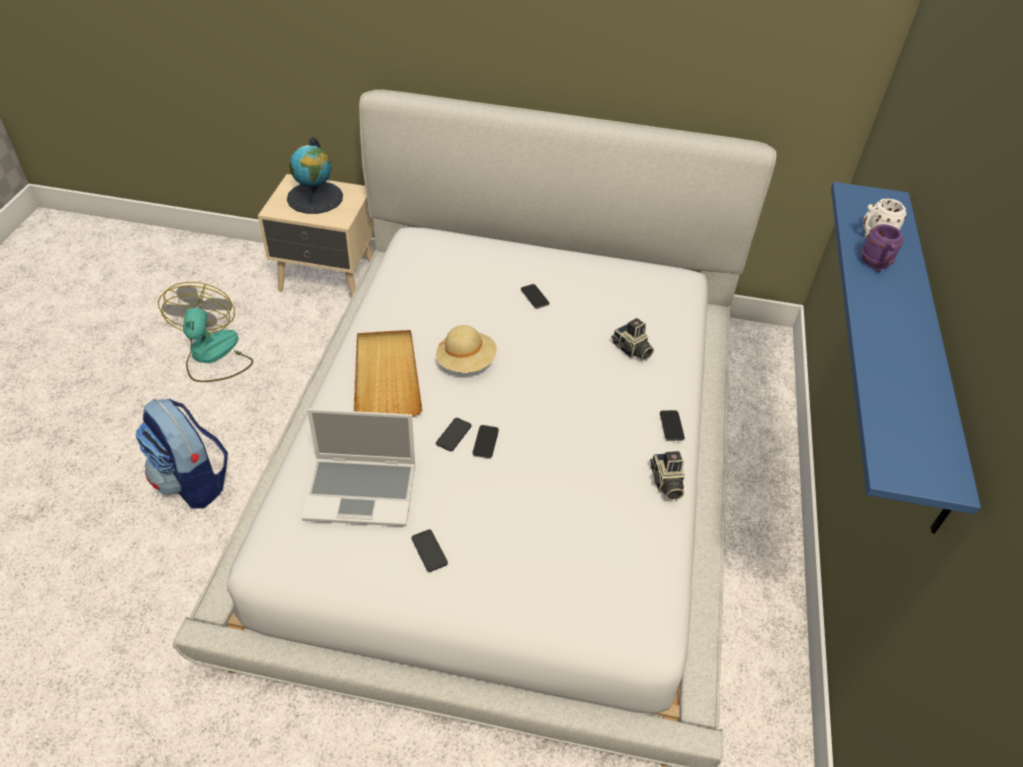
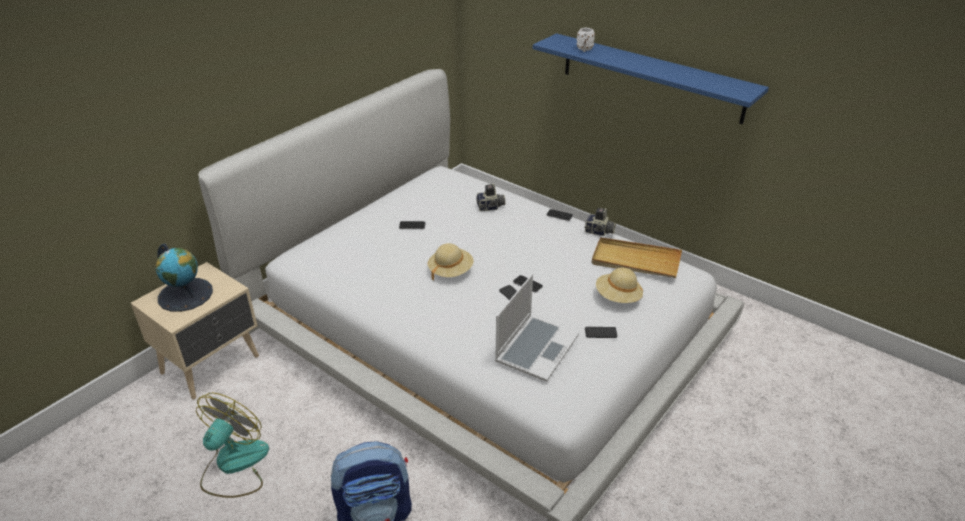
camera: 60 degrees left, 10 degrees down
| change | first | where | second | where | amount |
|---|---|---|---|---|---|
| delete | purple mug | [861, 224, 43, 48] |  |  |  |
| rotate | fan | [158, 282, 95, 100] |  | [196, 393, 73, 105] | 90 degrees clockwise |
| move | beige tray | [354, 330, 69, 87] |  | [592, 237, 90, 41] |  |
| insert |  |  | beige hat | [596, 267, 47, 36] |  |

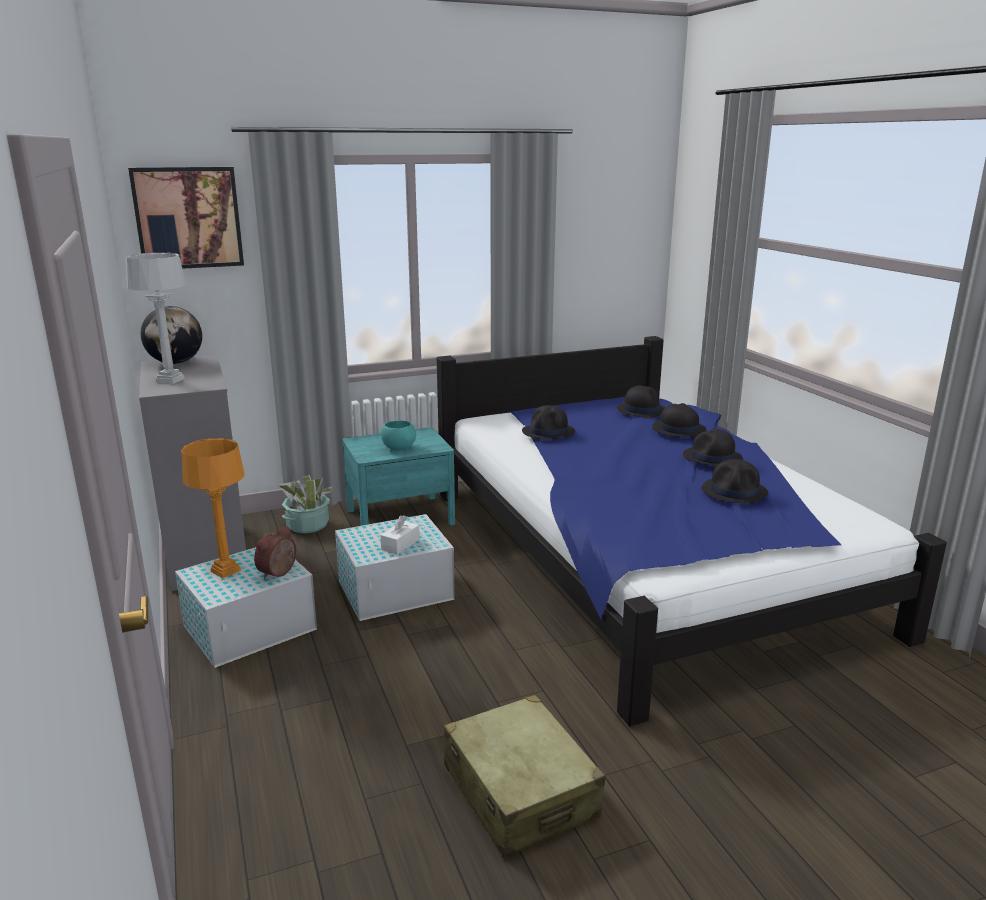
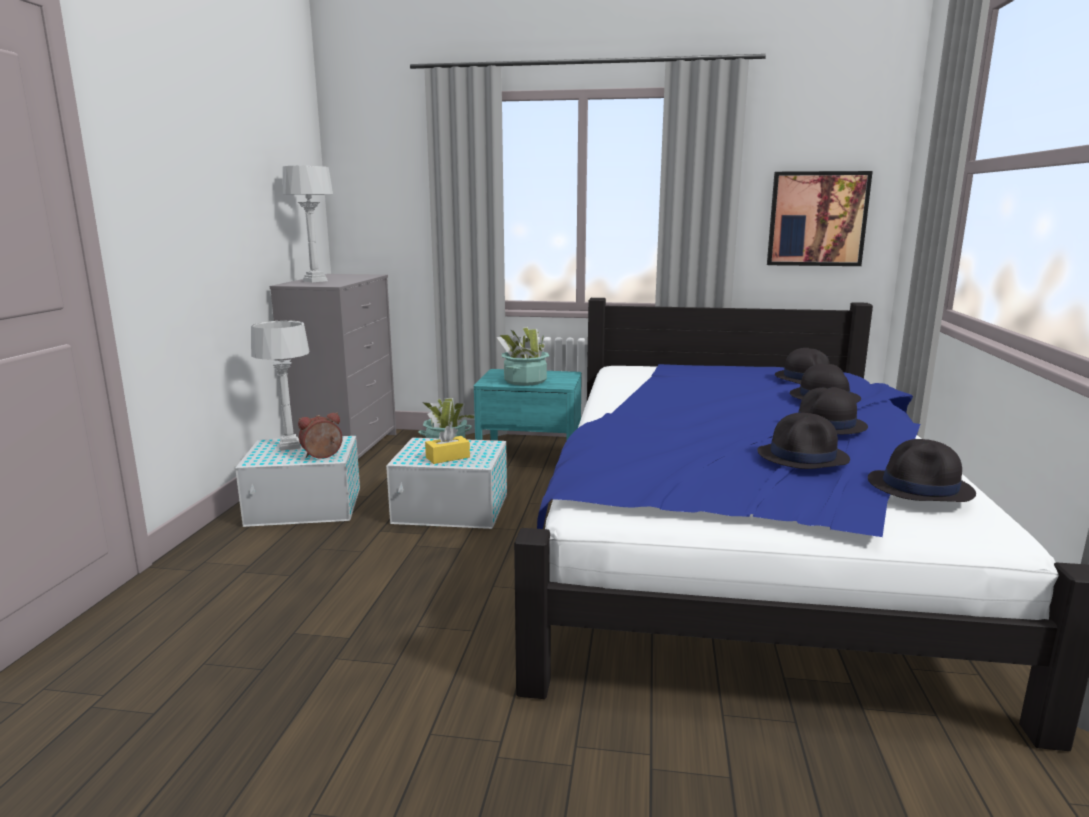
camera: 30 degrees right, 5 degrees down
| change | first | where | second | where | amount |
|---|---|---|---|---|---|
| move | picture | [128, 167, 116, 102] |  | [767, 171, 106, 95] |  |
| delete | globe | [141, 306, 61, 58] |  |  |  |
| move | black hat | [522, 405, 53, 35] |  | [868, 439, 108, 63] |  |
| replace | turquoise bowl | [381, 420, 35, 31] | potted plant | [496, 327, 53, 59] |  |
| recolor | orange table lamp | [181, 438, 64, 140] | grey table lamp | [251, 321, 58, 130] |  |
| recolor | white tissue box | [380, 515, 40, 39] | yellow tissue box | [425, 426, 45, 38] |  |
| delete | beige suitcase | [444, 695, 161, 163] |  |  |  |

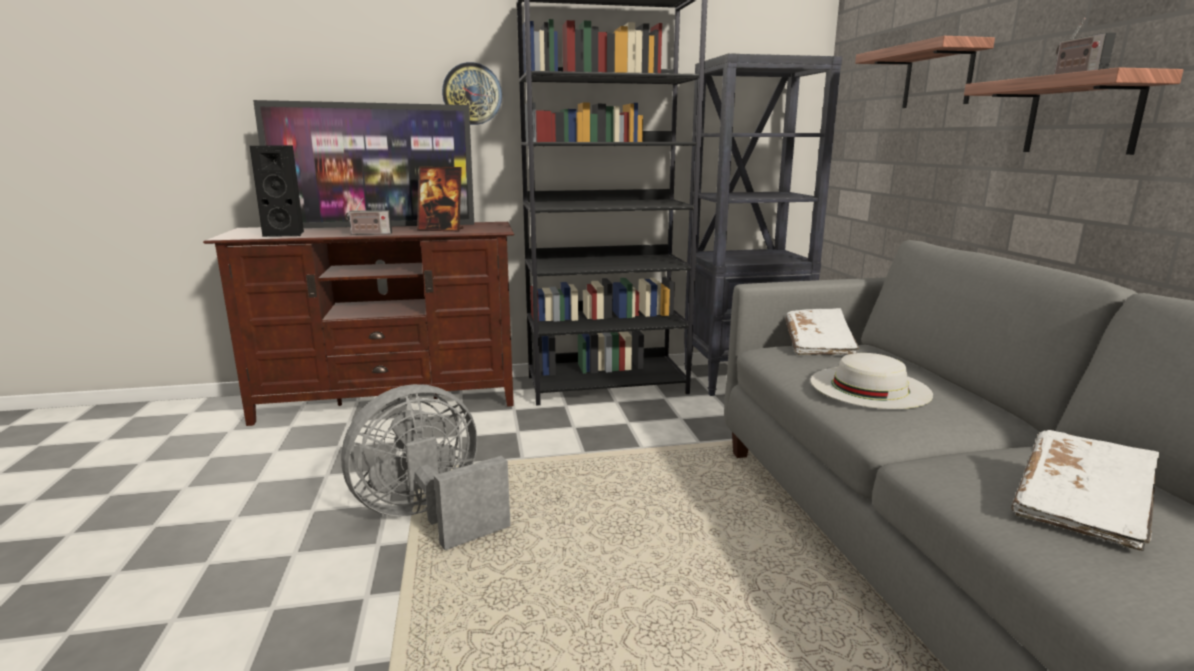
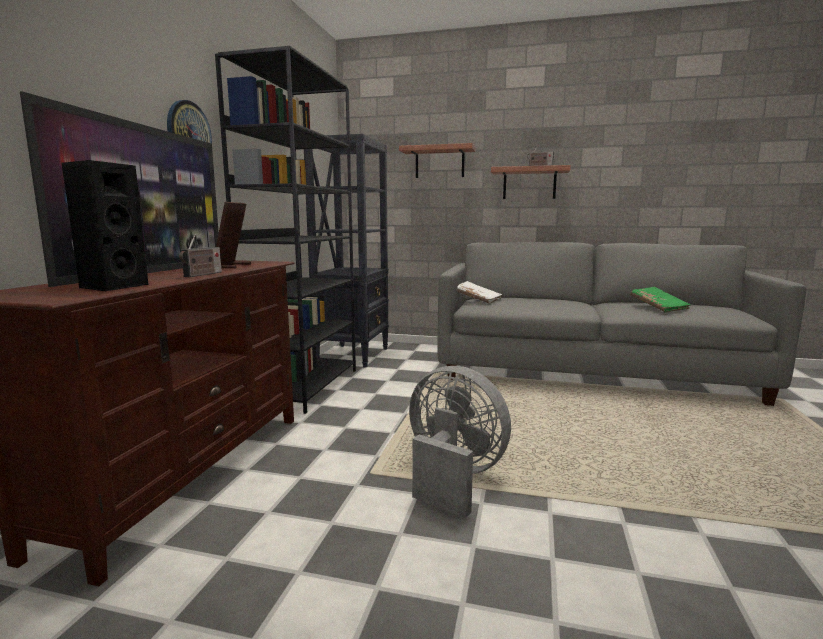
camera: 65 degrees left, 5 degrees down
| change | first | where | second | where | amount |
|---|---|---|---|---|---|
| rotate | picture frame | [417, 167, 47, 64] |  | [216, 202, 35, 66] | 150 degrees clockwise |
| delete | white hat | [811, 353, 122, 56] |  |  |  |
| rotate | grey fan | [341, 384, 169, 166] |  | [409, 366, 102, 152] | 135 degrees clockwise |
| recolor | white book | [1012, 430, 147, 121] | green book | [630, 287, 61, 26] |  |

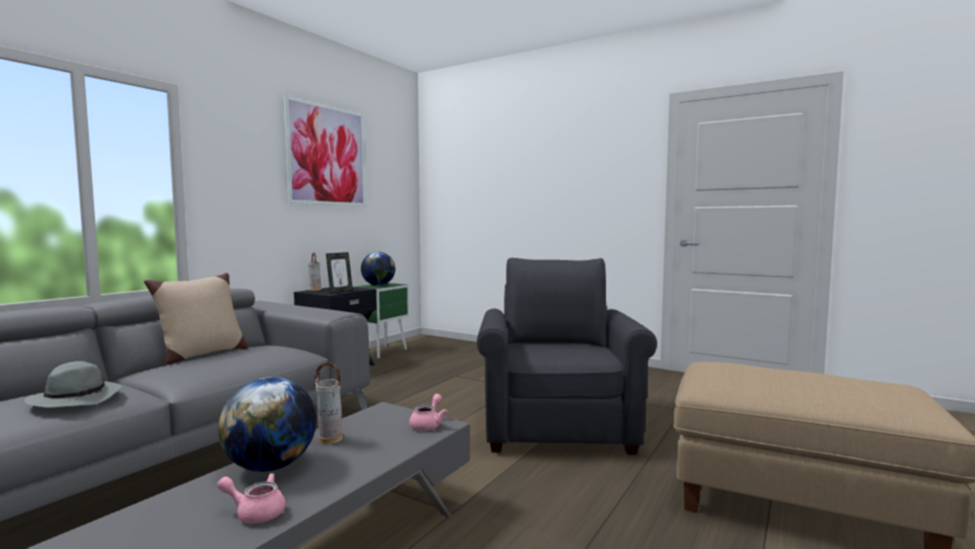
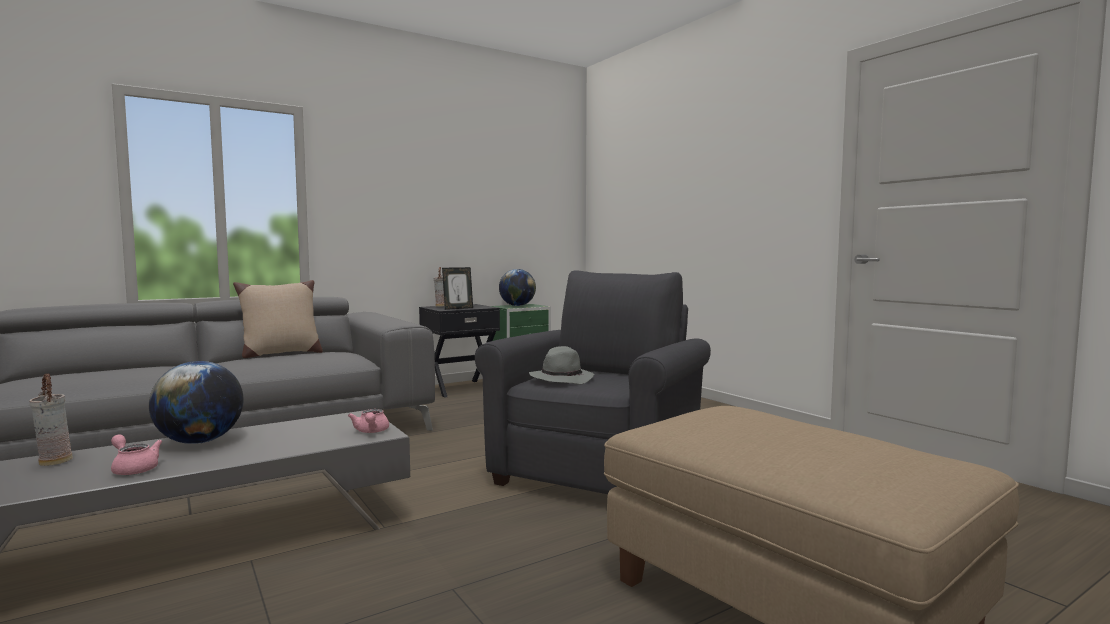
camera: 25 degrees right, 0 degrees up
| change | first | where | second | where | amount |
|---|---|---|---|---|---|
| delete | picture | [283, 95, 83, 112] |  |  |  |
| move | grey hat | [24, 361, 98, 47] |  | [529, 346, 65, 39] |  |
| move | vase | [314, 362, 29, 82] |  | [29, 373, 44, 93] |  |
| rotate | pink teapot | [409, 394, 38, 36] |  | [348, 409, 41, 24] | 120 degrees clockwise |

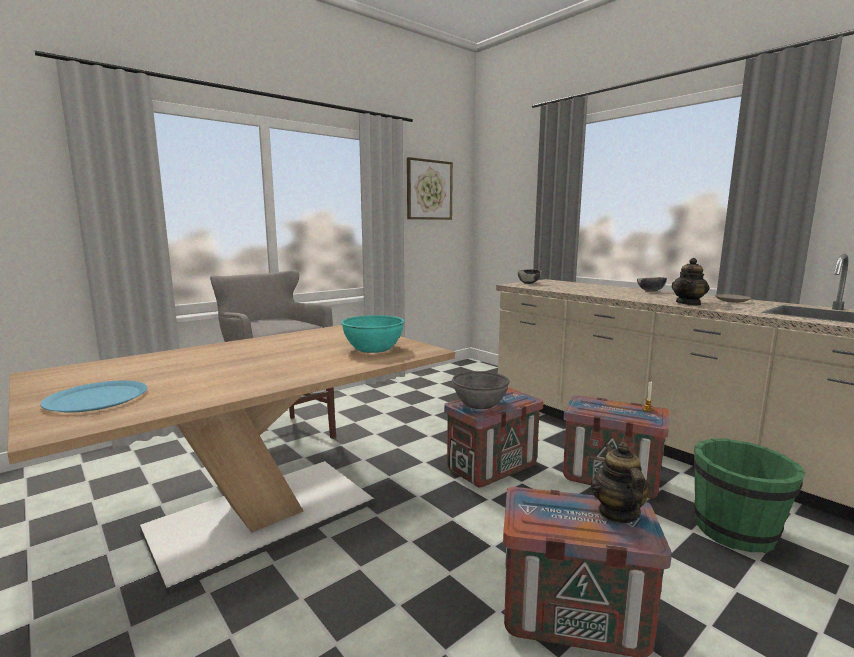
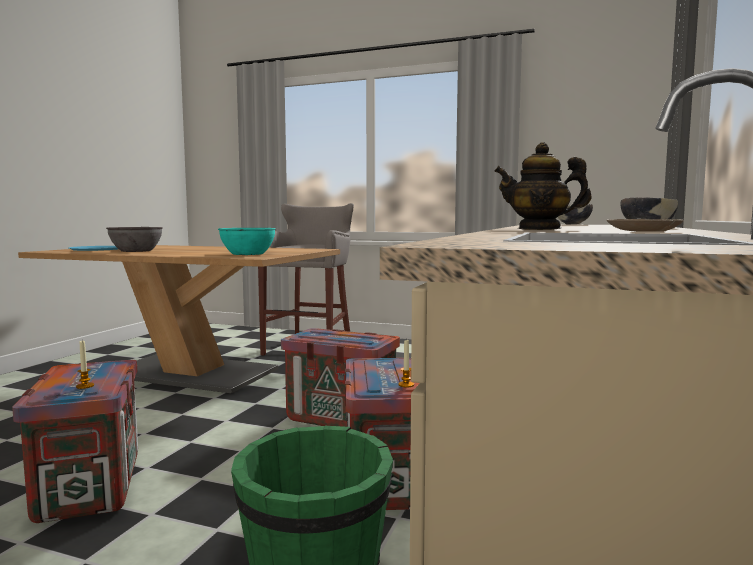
camera: 60 degrees right, 5 degrees down
| change | first | where | second | where | amount |
|---|---|---|---|---|---|
| delete | picture | [407, 157, 46, 63] |  |  |  |
| move | grey bowl | [452, 371, 58, 38] |  | [106, 227, 57, 25] |  |
| replace | teapot | [591, 442, 59, 81] | candle | [76, 341, 18, 48] |  |

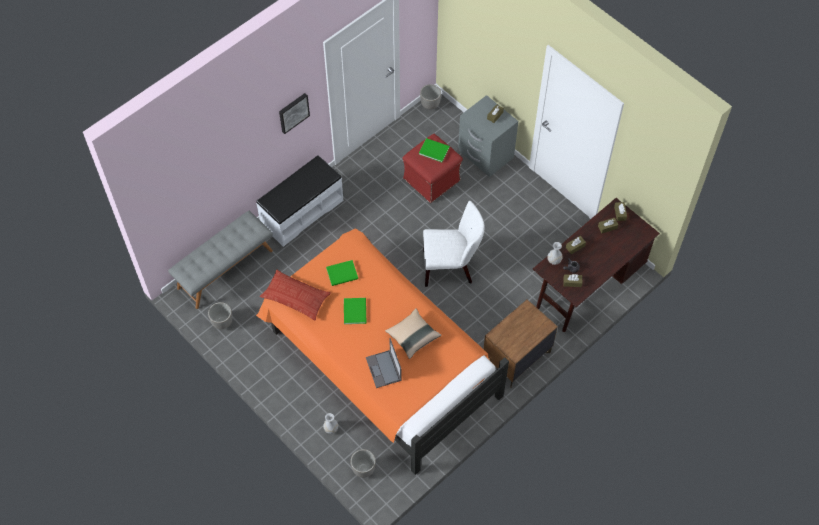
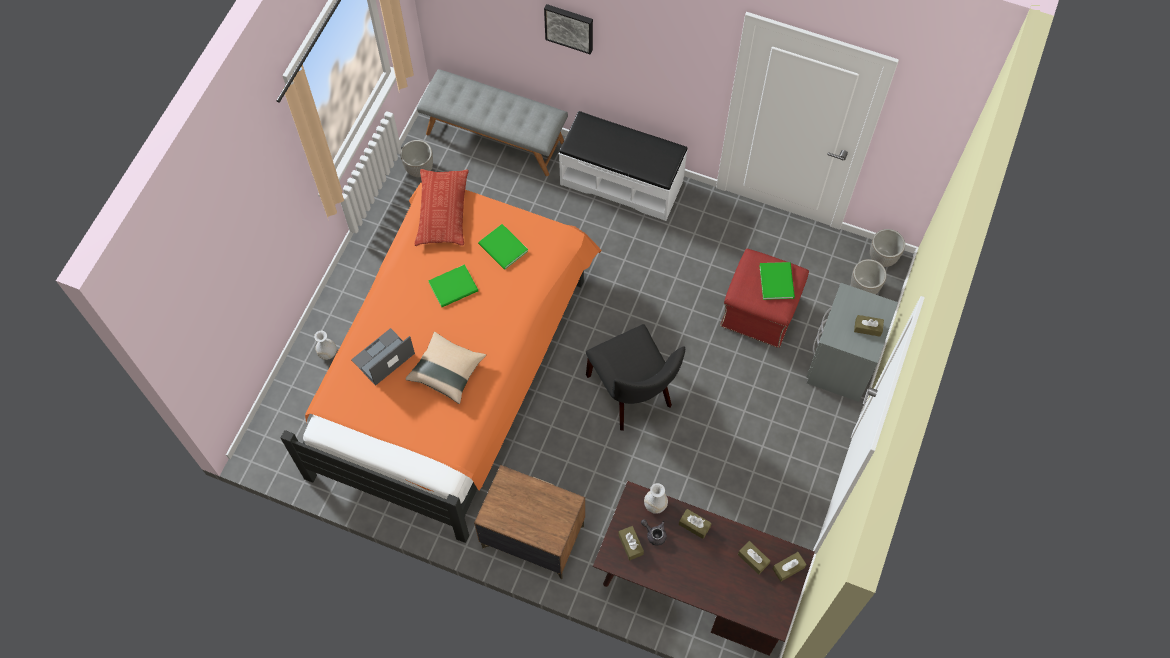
camera: 65 degrees right, 5 degrees up
| change | first | where | second | where | amount |
|---|---|---|---|---|---|
| move | picture | [279, 93, 31, 41] |  | [544, 4, 49, 50] |  |
| recolor | white chair | [423, 201, 61, 86] | black chair | [586, 324, 99, 107] |  |
| move | planter | [350, 449, 26, 29] |  | [851, 259, 36, 36] |  |

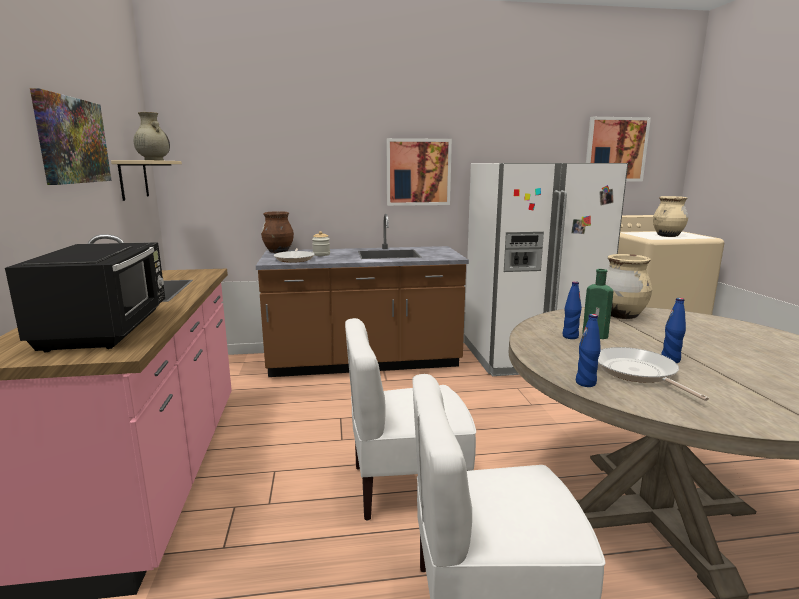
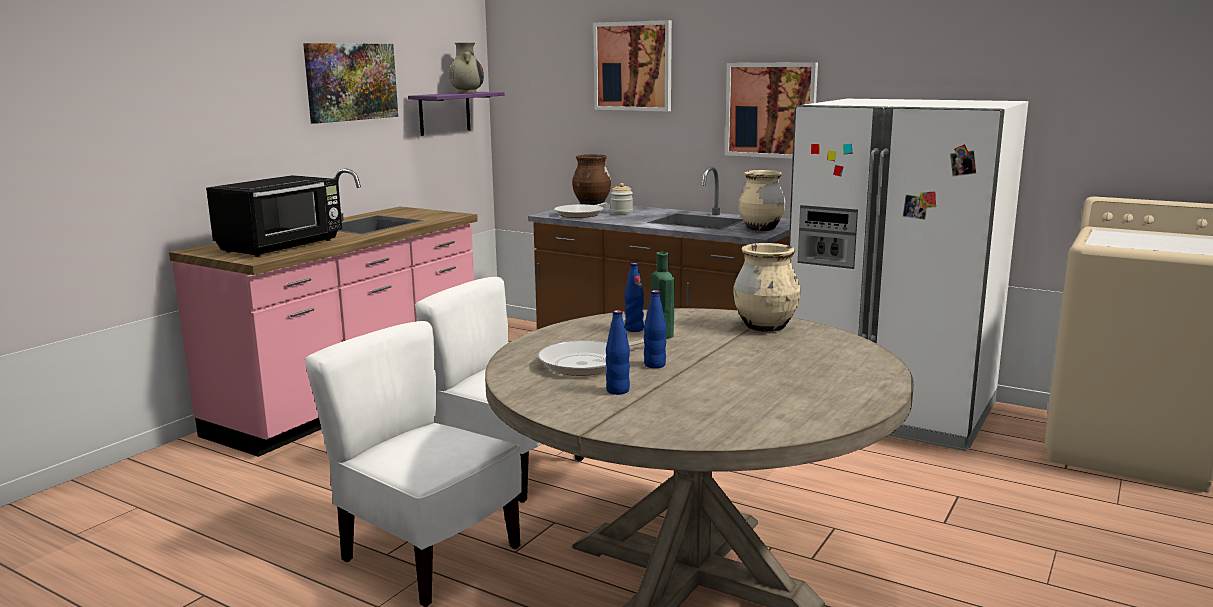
camera: 40 degrees right, 0 degrees up
| change | first | where | second | where | amount |
|---|---|---|---|---|---|
| move | picture | [586, 117, 65, 65] |  | [593, 20, 79, 91] |  |
| recolor | beige shelf | [111, 160, 71, 41] | purple shelf | [408, 92, 96, 44] |  |
| move | beige vase | [653, 196, 35, 41] |  | [739, 170, 47, 61] |  |
| move | blue bottle | [576, 314, 25, 73] |  | [606, 310, 24, 85] |  |
| rotate | frying pan | [598, 347, 111, 54] |  | [538, 339, 106, 37] | 150 degrees counterclockwise |

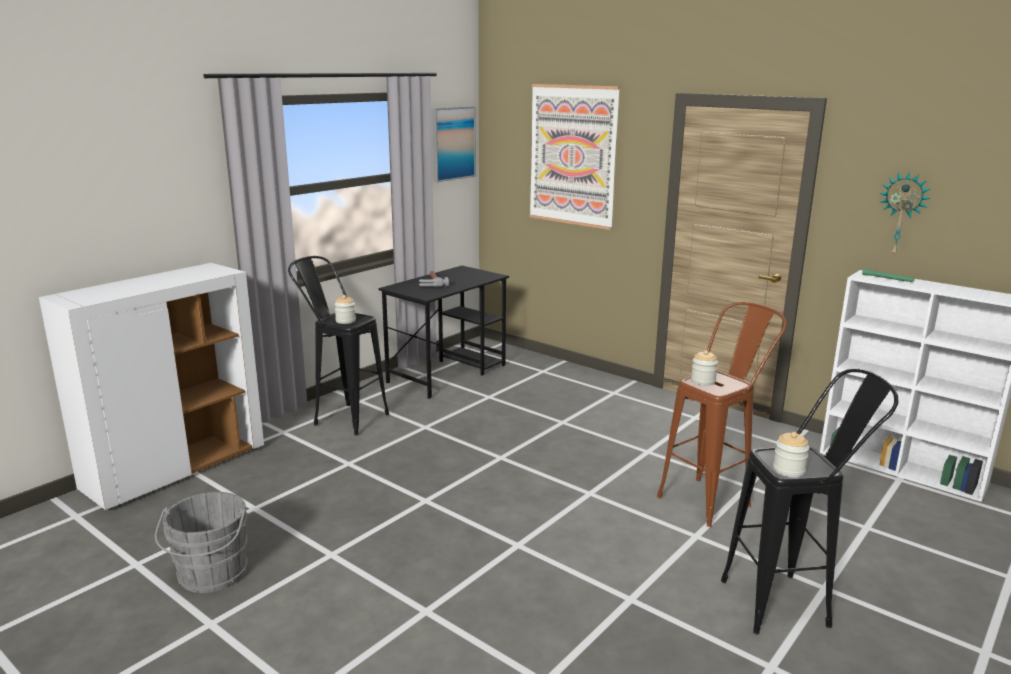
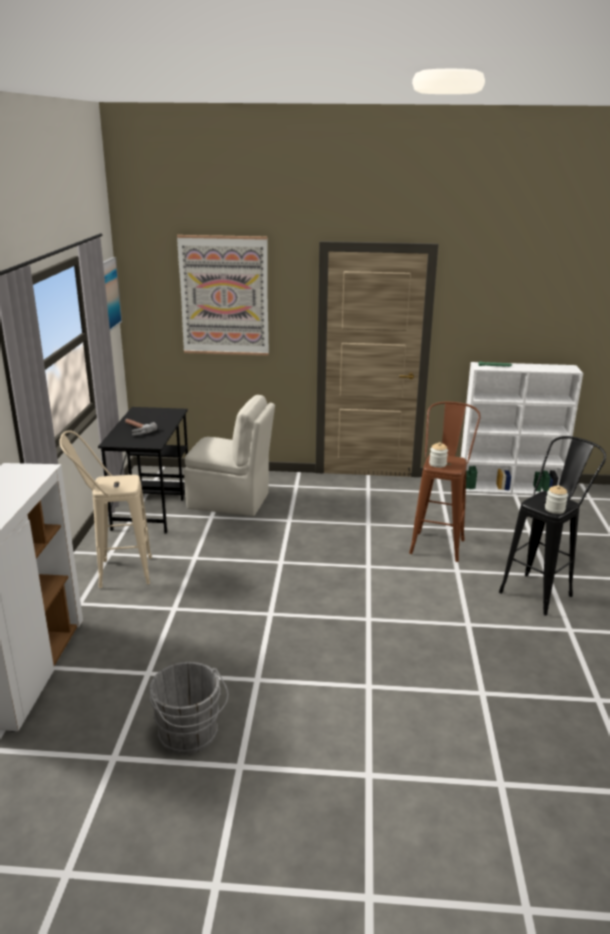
camera: 35 degrees left, 5 degrees up
| change | first | where | second | where | amount |
|---|---|---|---|---|---|
| delete | wall clock | [879, 172, 52, 85] |  |  |  |
| recolor | black stool | [288, 256, 101, 179] | beige stool | [59, 431, 93, 157] |  |
| delete | jar | [334, 295, 22, 29] |  |  |  |
| insert |  |  | beige chair | [184, 395, 91, 121] |  |

